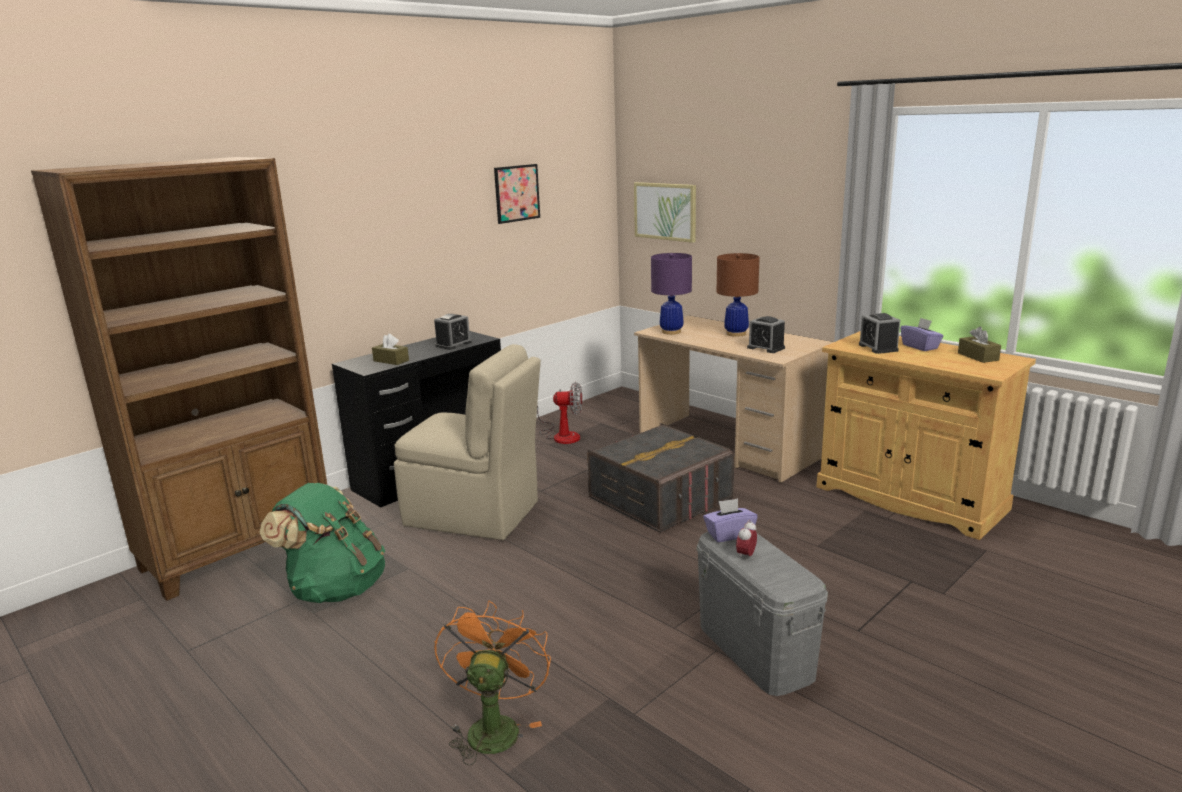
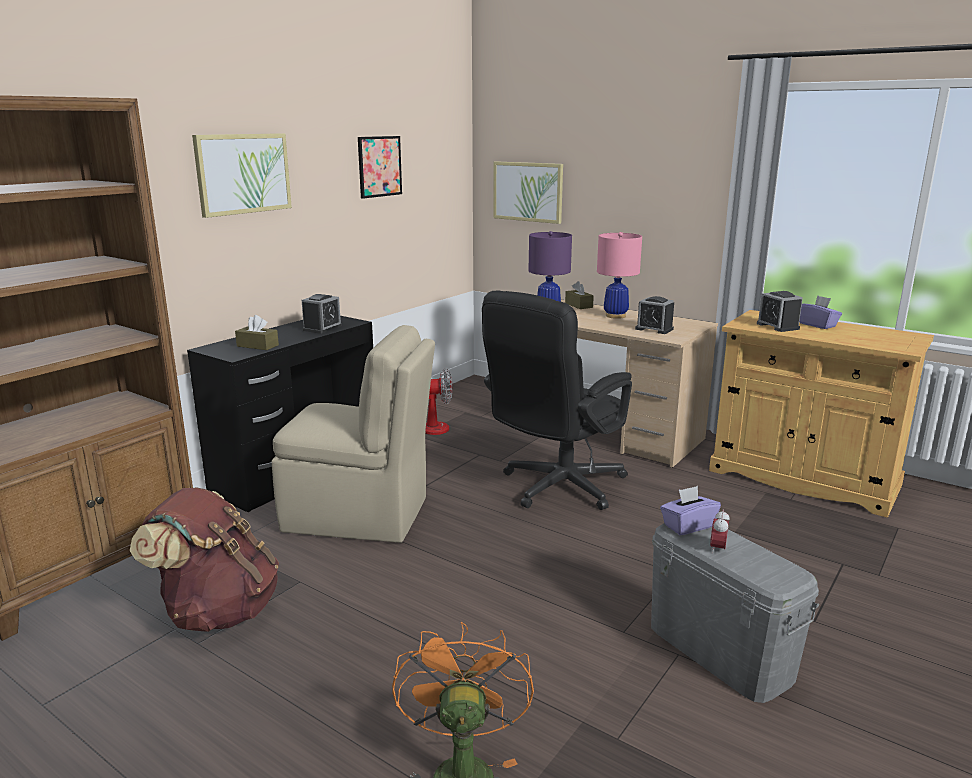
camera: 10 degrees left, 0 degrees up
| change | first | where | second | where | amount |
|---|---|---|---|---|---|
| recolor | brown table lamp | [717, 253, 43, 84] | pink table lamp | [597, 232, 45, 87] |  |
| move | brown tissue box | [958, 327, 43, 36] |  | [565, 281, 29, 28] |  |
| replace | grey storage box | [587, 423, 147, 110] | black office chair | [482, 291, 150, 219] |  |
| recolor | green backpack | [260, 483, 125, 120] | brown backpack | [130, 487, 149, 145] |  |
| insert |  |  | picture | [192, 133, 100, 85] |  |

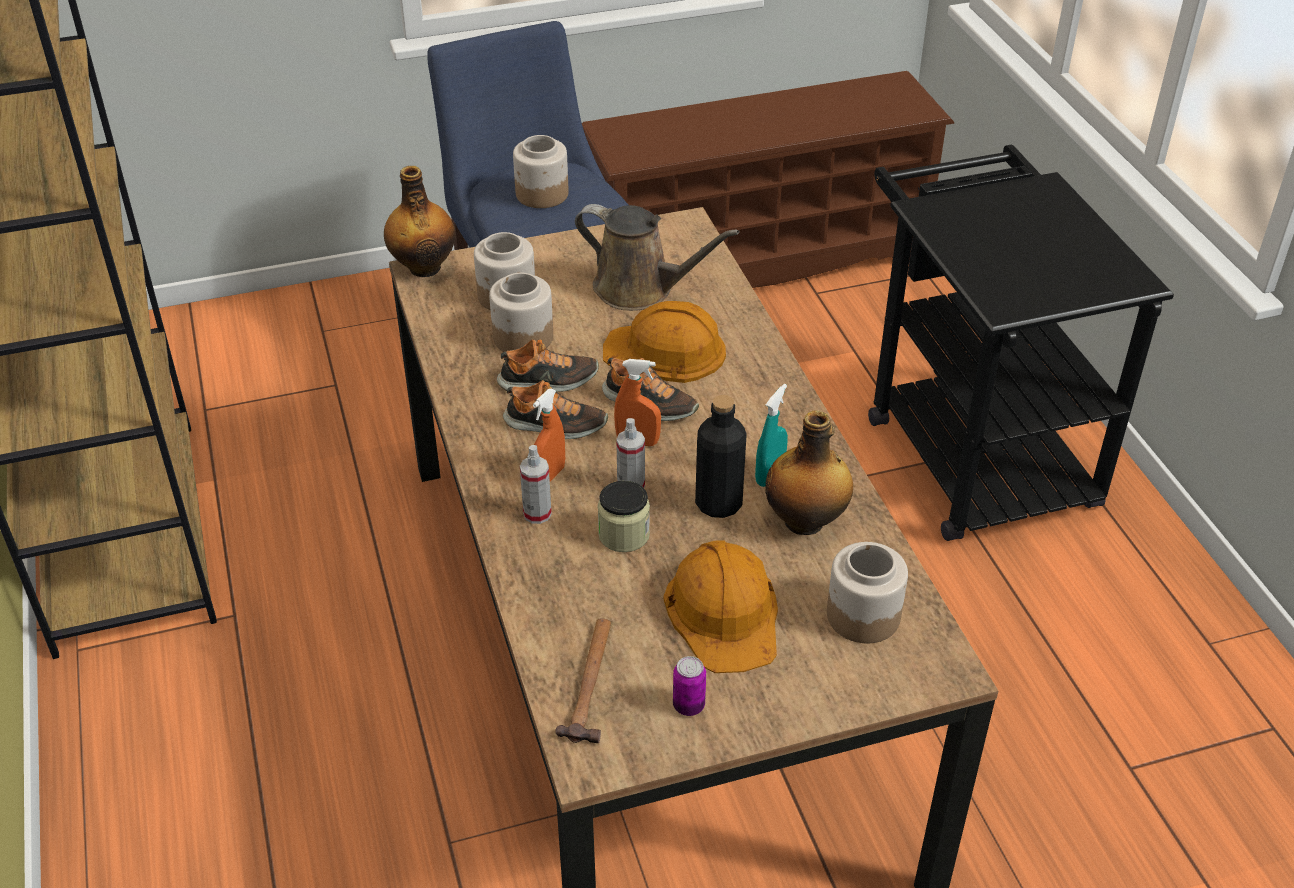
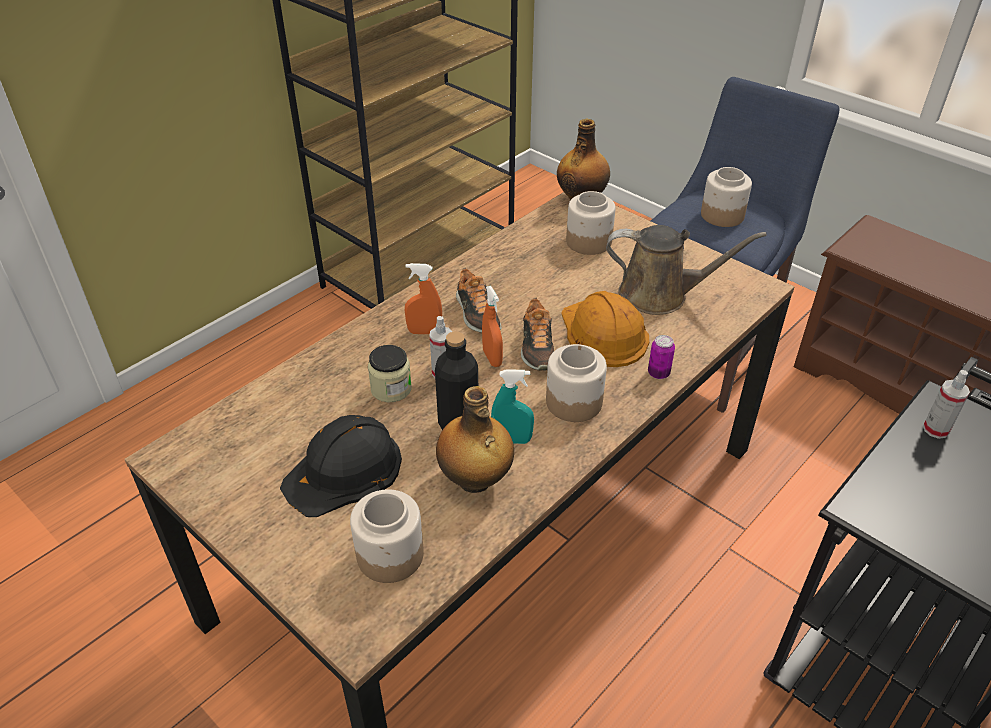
camera: 60 degrees right, 0 degrees up
| change | first | where | second | where | amount |
|---|---|---|---|---|---|
| rotate | brown watering can | [575, 204, 164, 107] |  | [606, 225, 161, 90] | 75 degrees counterclockwise |
| move | jar | [489, 273, 64, 79] |  | [546, 344, 61, 78] |  |
| delete | shoe | [497, 340, 102, 52] |  |  |  |
| move | spray bottle | [520, 445, 32, 79] |  | [923, 370, 47, 69] |  |
| recolor | orange hard hat | [663, 540, 115, 133] | black hard hat | [280, 415, 122, 102] |  |
| delete | hammer | [555, 618, 56, 125] |  |  |  |
| move | can | [673, 656, 33, 60] |  | [648, 335, 27, 44] |  |

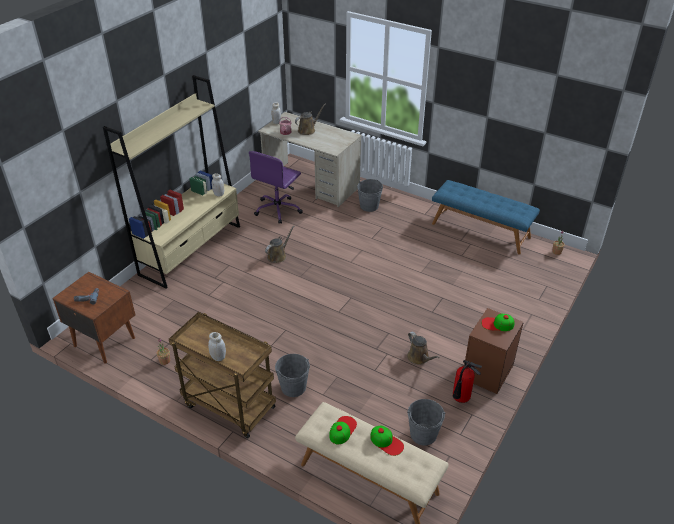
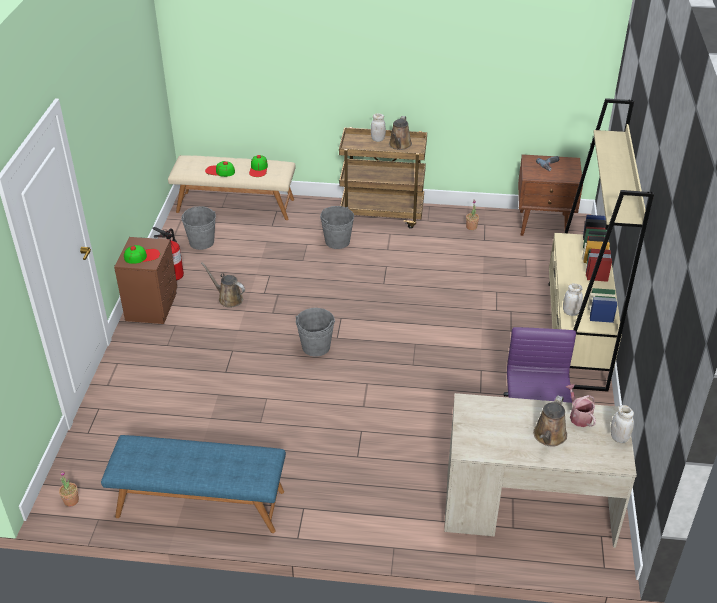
camera: 155 degrees right, 0 degrees up
| change | first | where | second | where | amount |
|---|---|---|---|---|---|
| move | grey bucket | [357, 179, 26, 33] |  | [296, 308, 39, 49] |  |
| move | brown watering can | [265, 226, 29, 37] |  | [389, 116, 23, 34] |  |

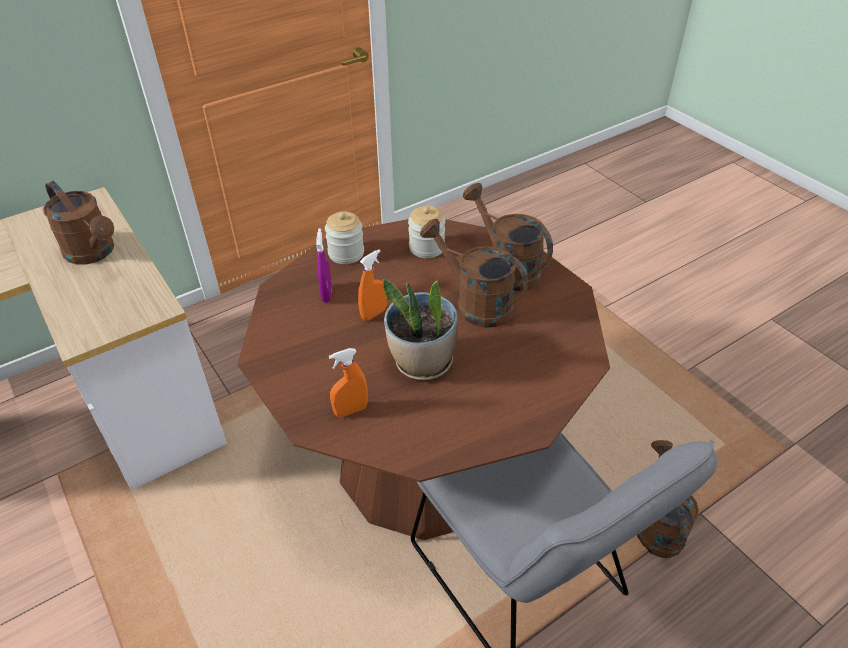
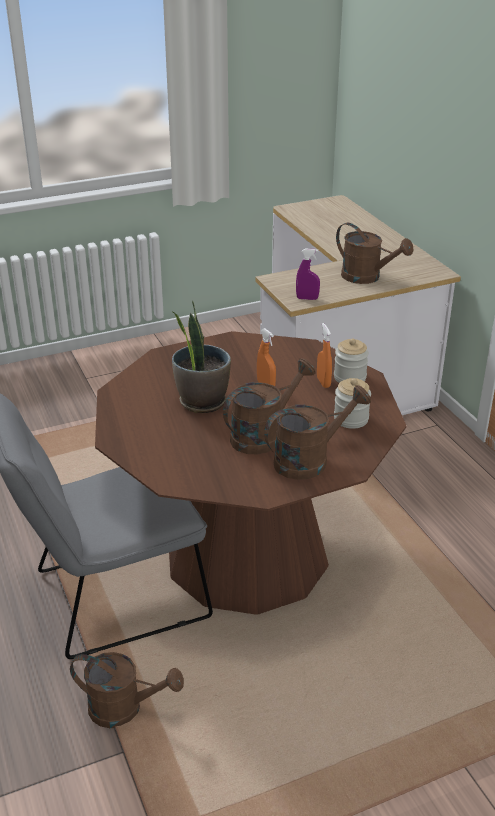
camera: 100 degrees right, 10 degrees down
| change | first | where | second | where | amount |
|---|---|---|---|---|---|
| rotate | brown watering can | [43, 181, 71, 84] |  | [336, 223, 78, 61] | 105 degrees counterclockwise |
| move | purple spray bottle | [316, 228, 16, 75] |  | [296, 249, 24, 51] |  |
| move | orange spray bottle | [329, 348, 39, 69] |  | [317, 323, 15, 65] |  |

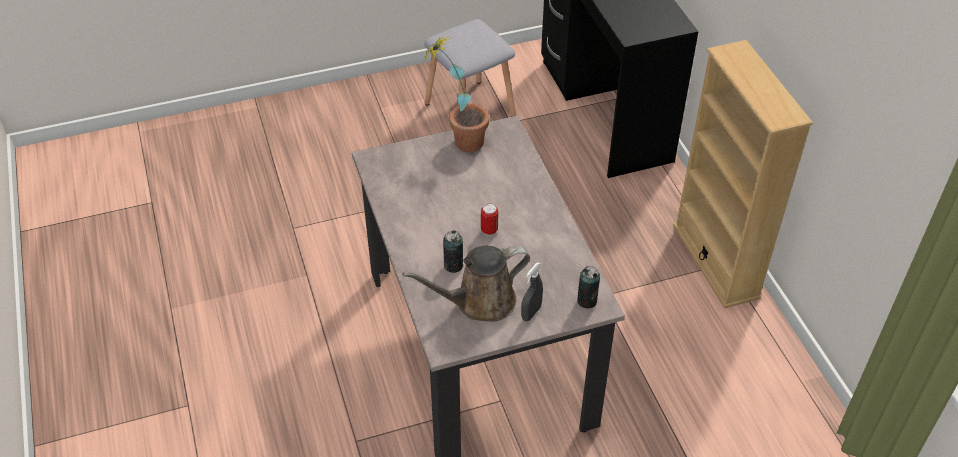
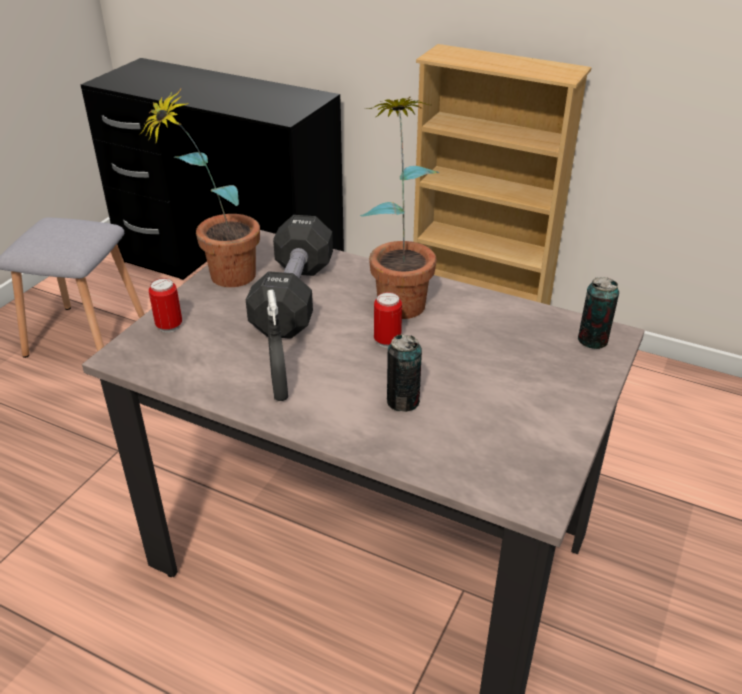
camera: 45 degrees left, 10 degrees down
| change | first | where | second | where | amount |
|---|---|---|---|---|---|
| delete | brown watering can | [402, 246, 128, 76] |  |  |  |
| move | grey spray bottle | [521, 262, 22, 59] |  | [267, 290, 21, 111] |  |
| insert |  |  | potted plant | [360, 97, 79, 222] |  |
| insert |  |  | black dumbbell | [246, 215, 87, 124] |  |
| insert |  |  | can | [149, 278, 33, 55] |  |

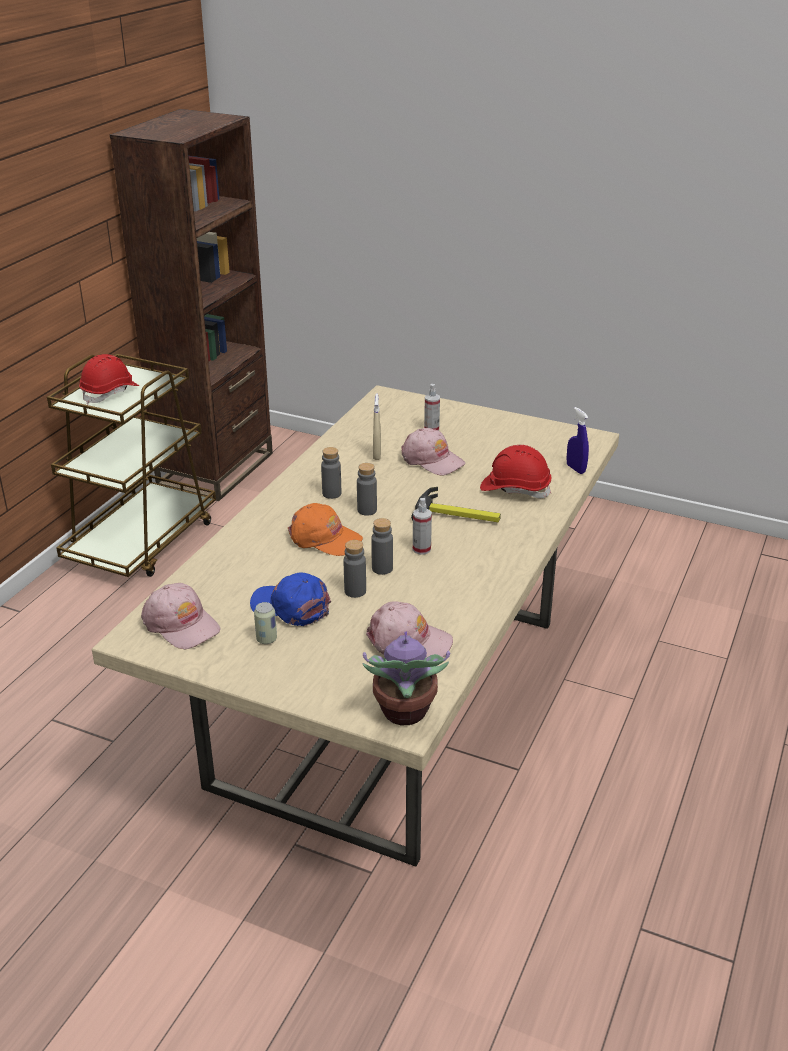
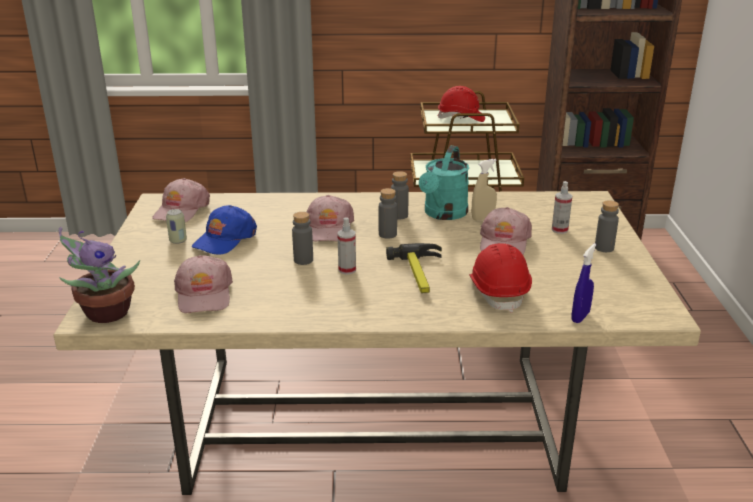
camera: 65 degrees right, 5 degrees down
| change | first | where | second | where | amount |
|---|---|---|---|---|---|
| recolor | orange cap | [288, 503, 75, 53] | pink cap | [307, 195, 47, 47] |  |
| move | grey bottle | [344, 540, 22, 58] |  | [595, 200, 24, 52] |  |
| rotate | blue cap | [250, 572, 81, 54] |  | [192, 205, 65, 50] | 150 degrees counterclockwise |
| insert |  |  | turquoise watering can | [419, 146, 50, 74] |  |

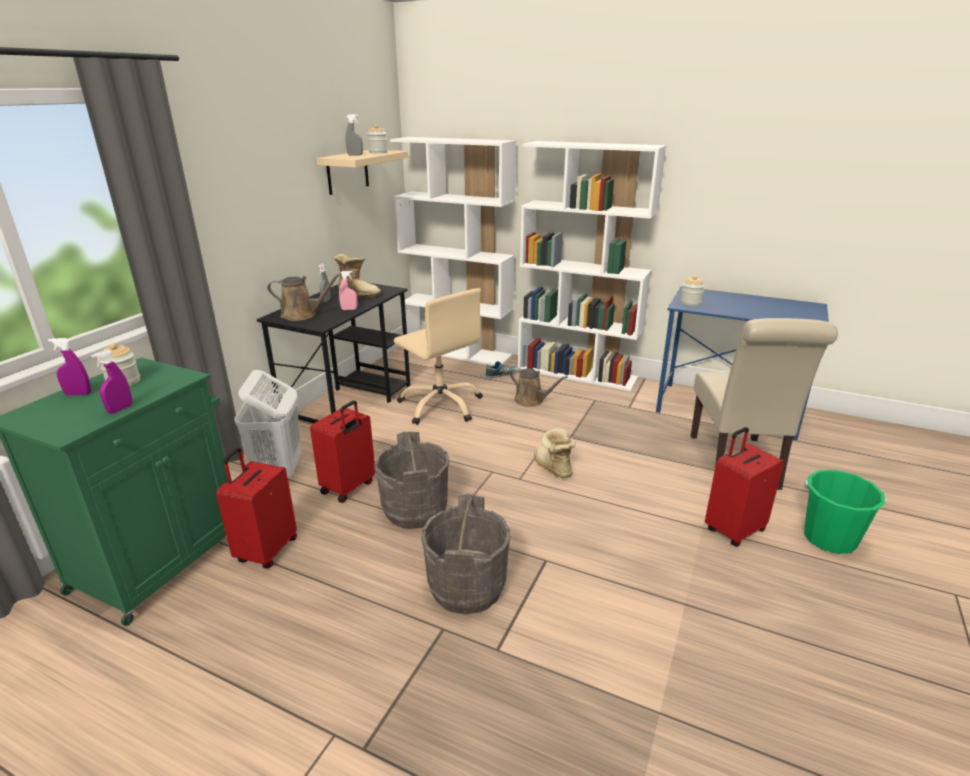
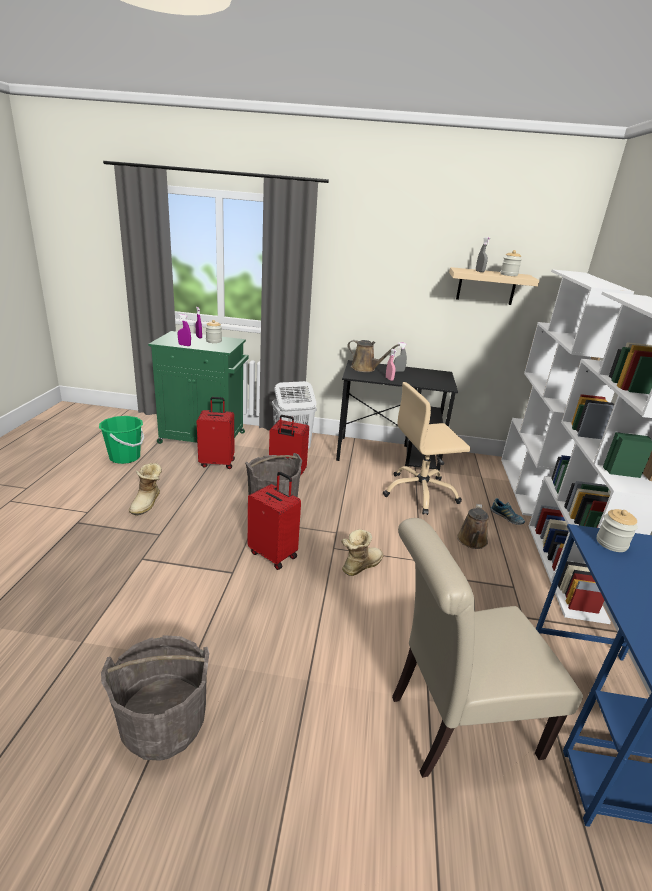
camera: 70 degrees right, 0 degrees up
| change | first | where | second | where | amount |
|---|---|---|---|---|---|
| move | boot | [334, 254, 47, 44] |  | [129, 463, 33, 52] |  |
| rotate | brown watering can | [267, 273, 74, 48] |  | [347, 340, 53, 32] | 45 degrees counterclockwise |
| rotate | beige office chair | [394, 288, 88, 137] |  | [383, 382, 87, 133] | 45 degrees clockwise |
| move | red suitcase | [705, 427, 79, 120] |  | [248, 472, 53, 98] |  |
| move | green bucket | [804, 470, 82, 84] |  | [99, 416, 45, 48] |  |
| move | grey bucket | [421, 494, 89, 120] |  | [101, 635, 108, 126] |  |

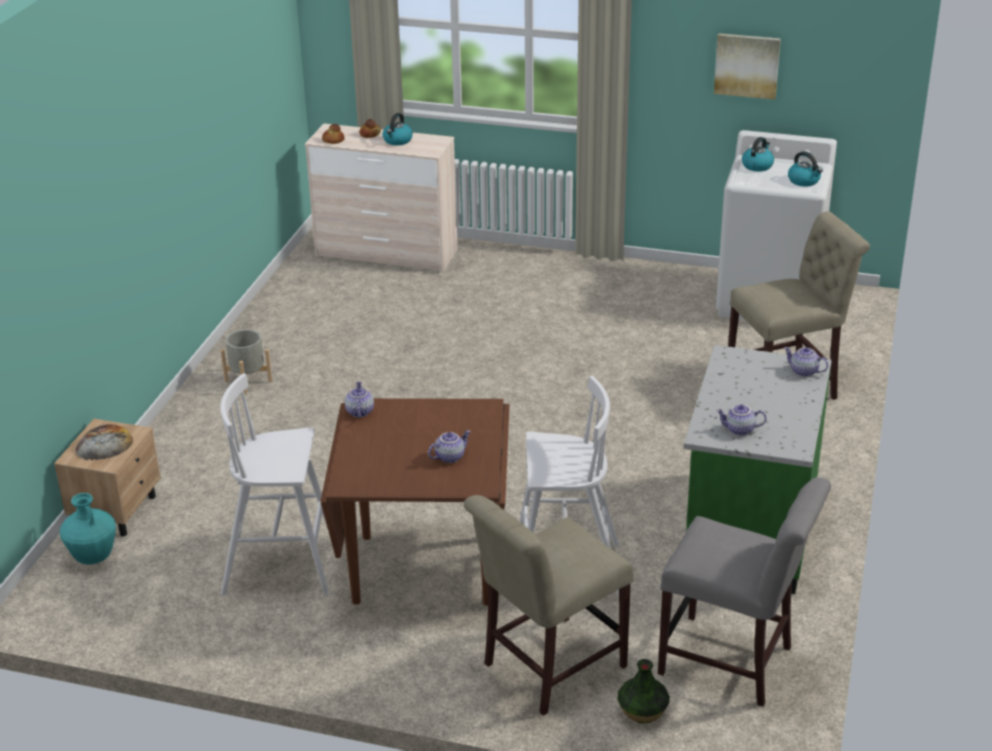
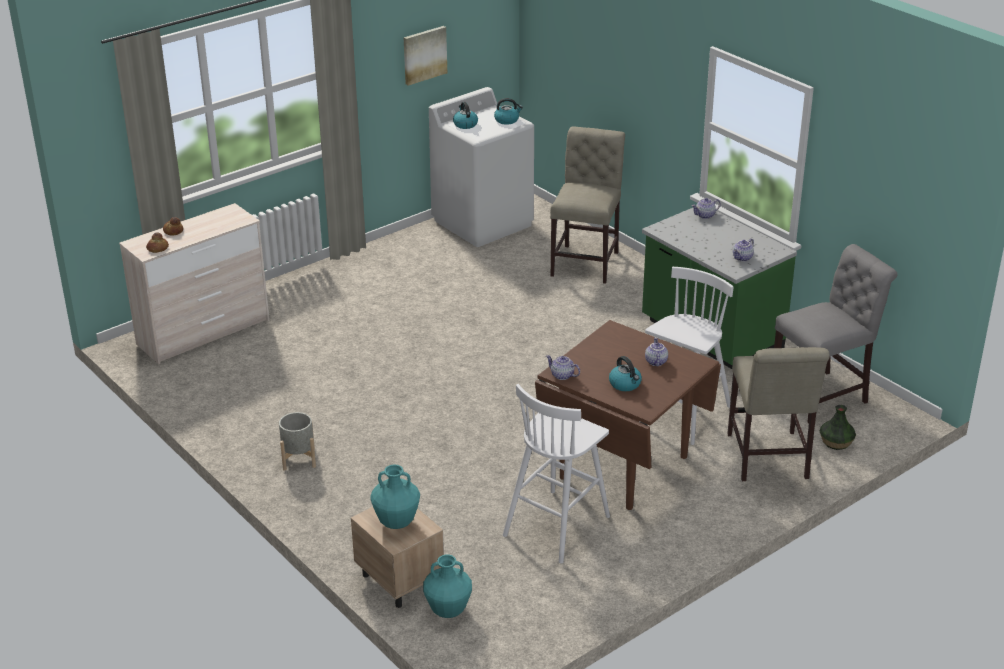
camera: 55 degrees left, 0 degrees up
| change | first | where | second | where | amount |
|---|---|---|---|---|---|
| move | kettle | [383, 113, 30, 32] |  | [609, 356, 33, 35] |  |
| replace | bread | [75, 424, 58, 36] | turquoise vase | [370, 464, 50, 65] |  |

